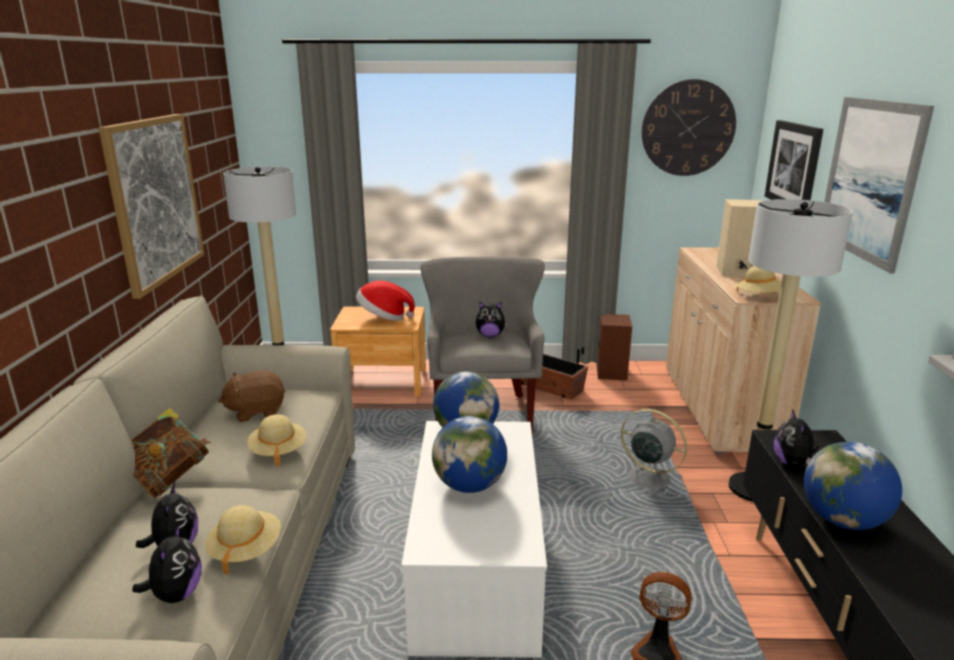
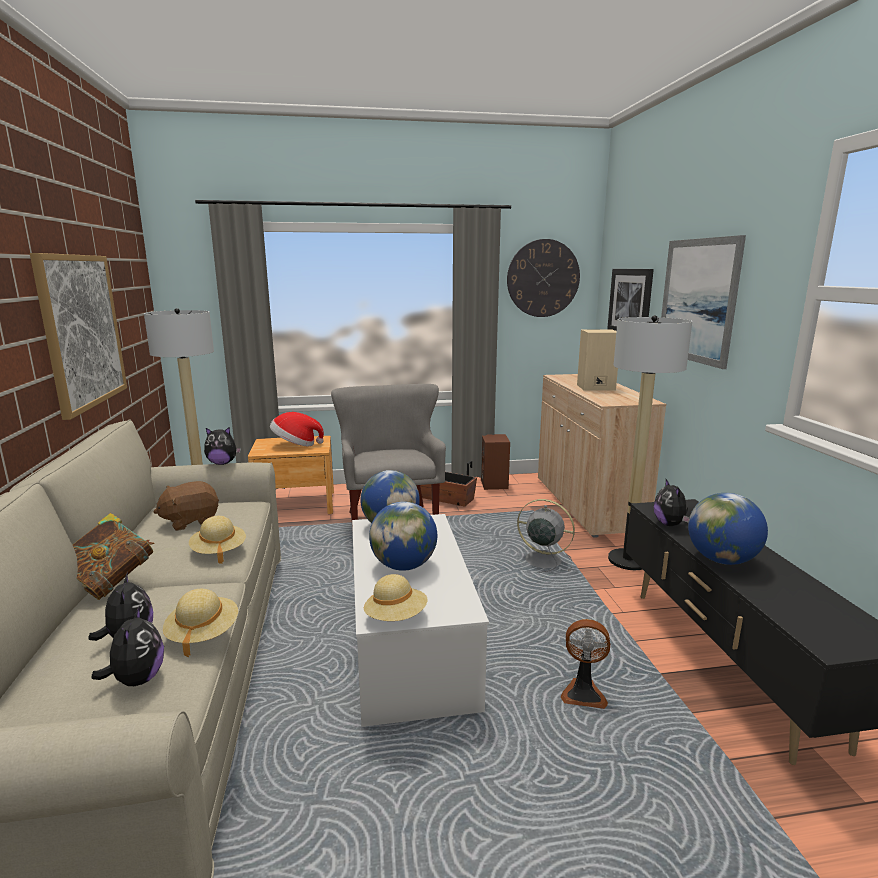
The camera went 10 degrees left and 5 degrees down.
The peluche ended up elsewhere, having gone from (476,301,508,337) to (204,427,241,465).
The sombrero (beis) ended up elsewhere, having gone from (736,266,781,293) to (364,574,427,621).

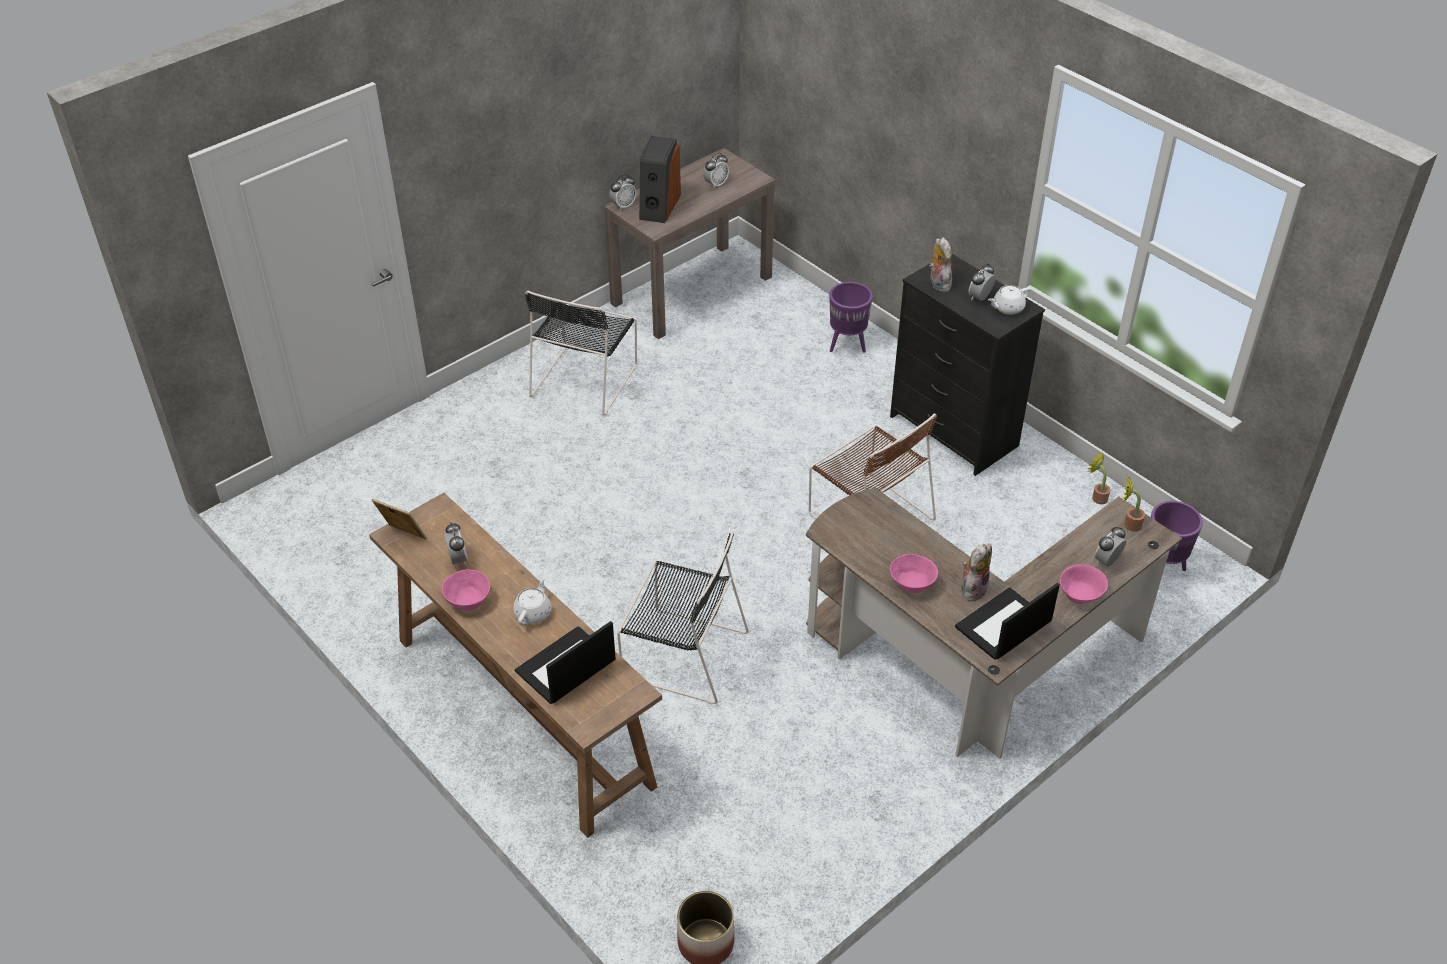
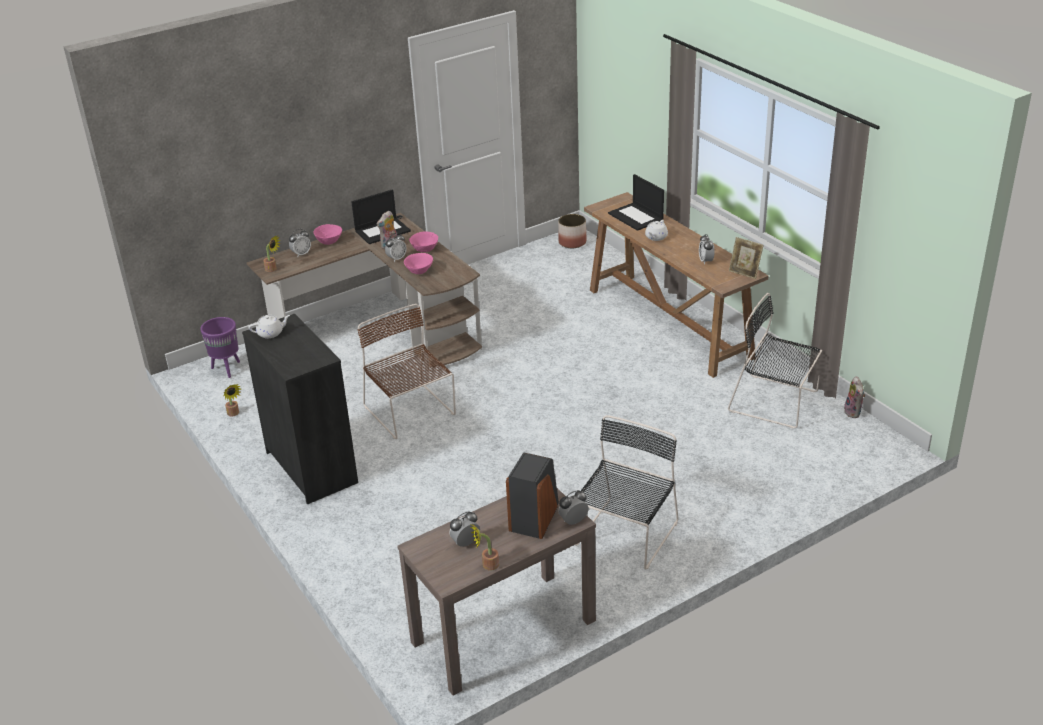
The camera went 170 degrees left and 10 degrees down.
The second view lost the maceta (morado) at (829,282,873,353).
The second view gained the planta en maceta at (471,524,499,571).
The cuenco (rosa) ended up elsewhere, having gone from (442,569,490,610) to (404,253,433,274).
The silla (negro) ended up elsewhere, having gone from (617,531,749,704) to (728,293,823,429).
The peluche ended up elsewhere, having gone from (929,237,952,292) to (844,376,865,418).
The despertador ended up elsewhere, having gone from (968,264,995,301) to (385,233,407,262).
The portátil at (515,621,616,704) ended up facing another way, 90 degrees clockwise from before.

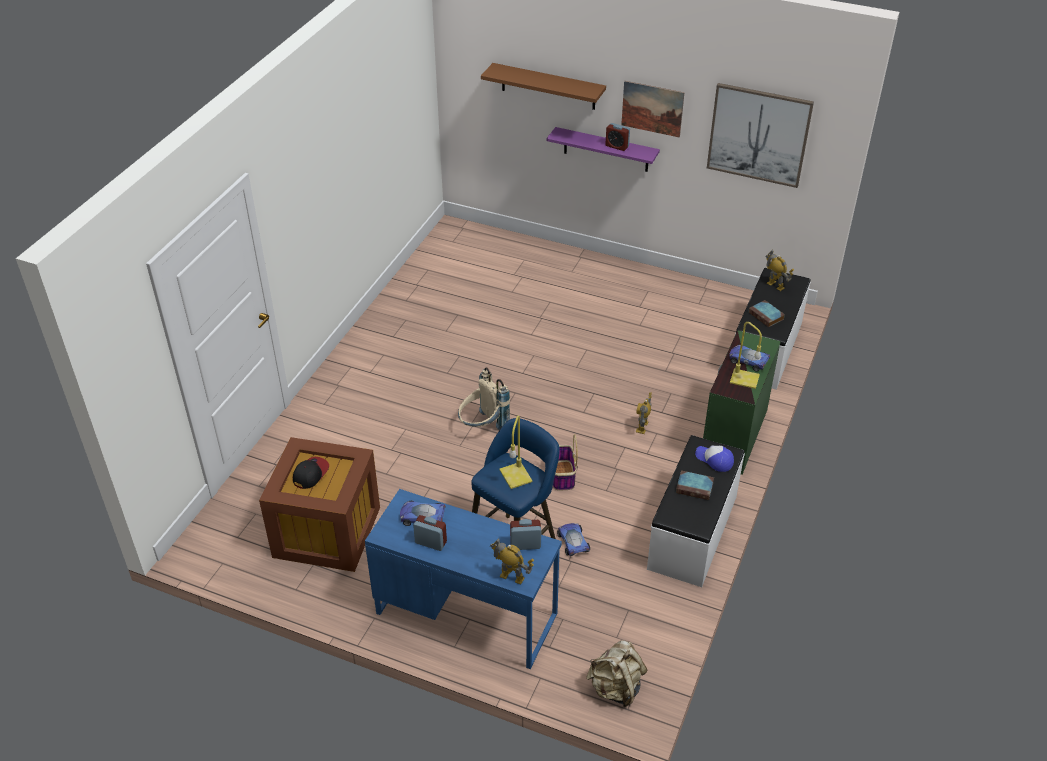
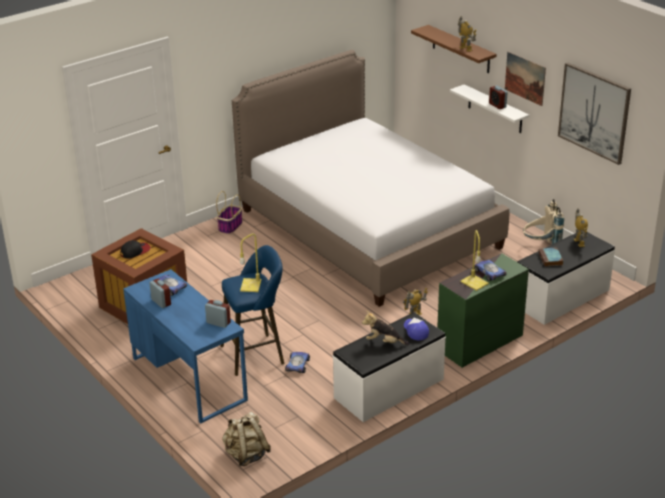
The camera went 30 degrees right and 10 degrees down.
The second view gained the cama at (232,50,509,307).
The mochila (beis) ended up elsewhere, having gone from (458,367,510,430) to (523,199,564,245).
The robot de juguete ended up elsewhere, having gone from (490,539,534,585) to (458,16,477,52).
The cesta ended up elsewhere, having gone from (553,434,578,491) to (216,191,243,234).
Where the libro stood at (676,470,714,500), the peluche came to stand at (362,311,410,345).
What was the estante (morado) at (546,127,660,172) turned into the estante (blanco) at (450,84,529,133).

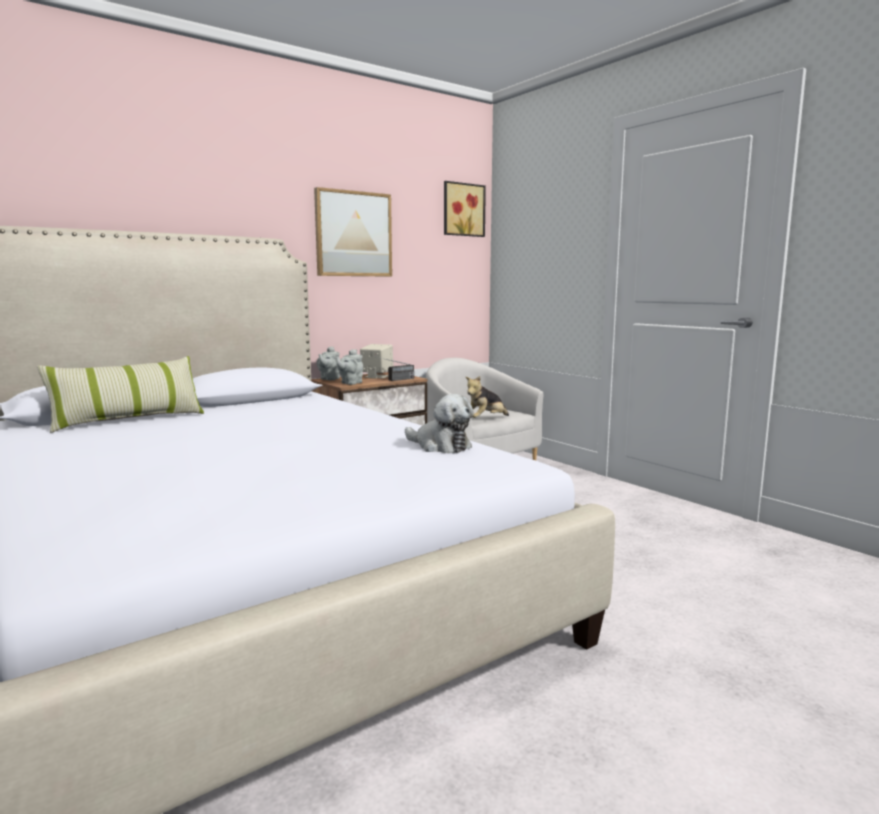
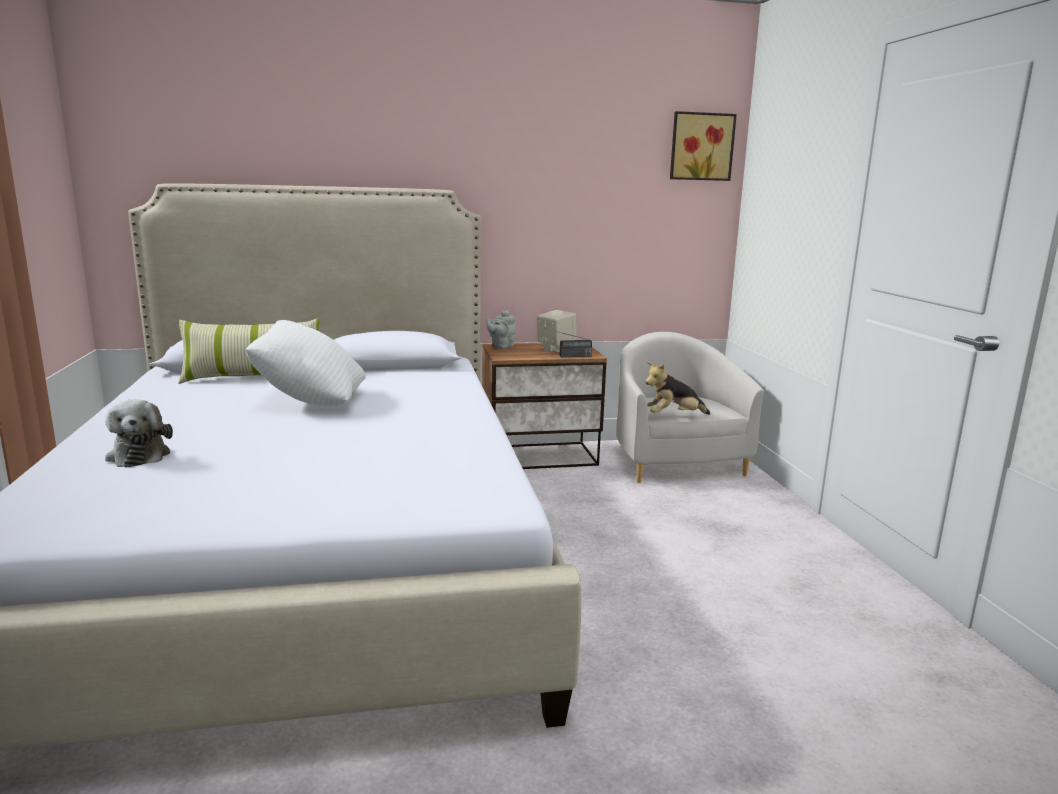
The camera went 25 degrees right and 5 degrees up.
The second view lost the cuadro at (314,187,392,277).
The second view lost the tetera (gris) at (336,349,363,385).
The second view gained the cojín (blanco) at (246,320,366,406).
The peluche ended up elsewhere, having gone from (405,394,474,453) to (105,400,173,467).

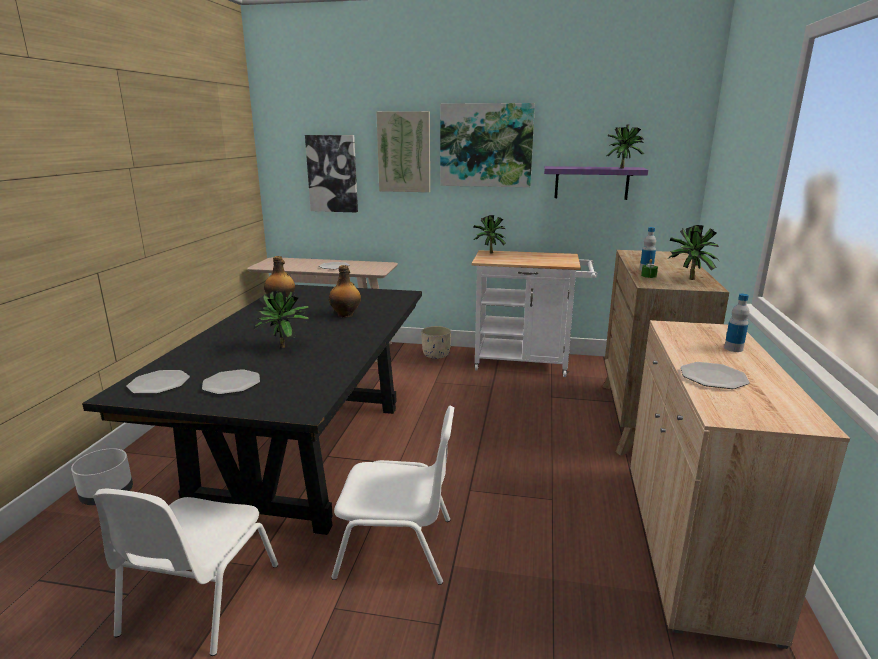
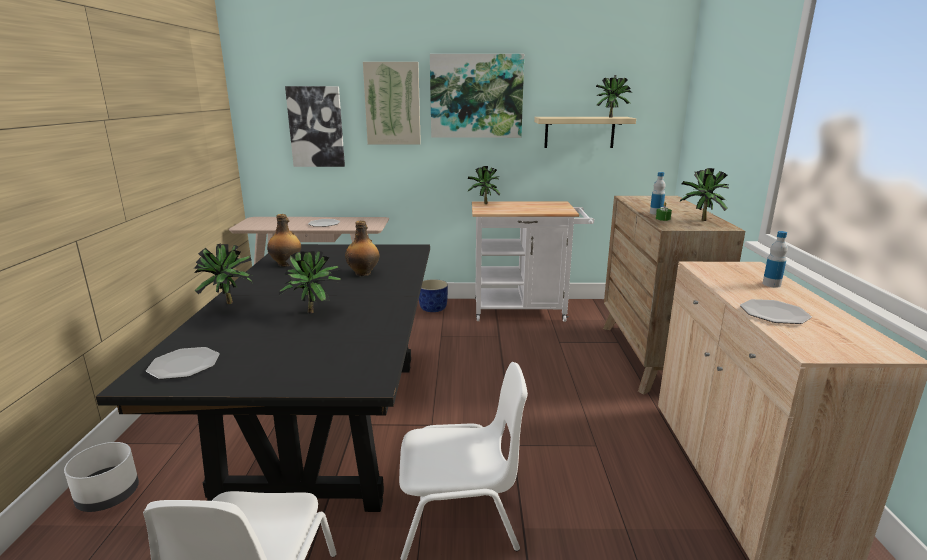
The camera went 10 degrees left and 0 degrees up.
The second view lost the plato at (202,369,260,395).
The second view gained the planta en maceta at (194,243,253,304).
What was the maceta (beis) at (421,326,451,359) turned into the maceta (azul) at (419,279,448,312).
What was the estante (morado) at (544,166,648,200) turned into the estante (beis) at (534,117,636,148).

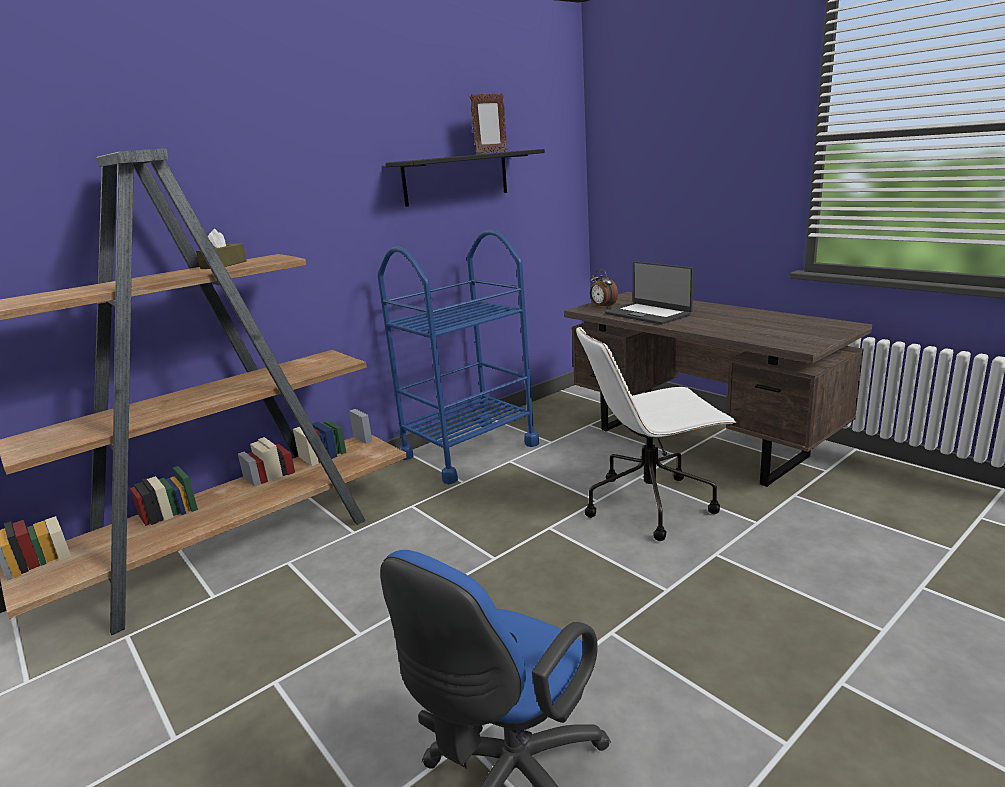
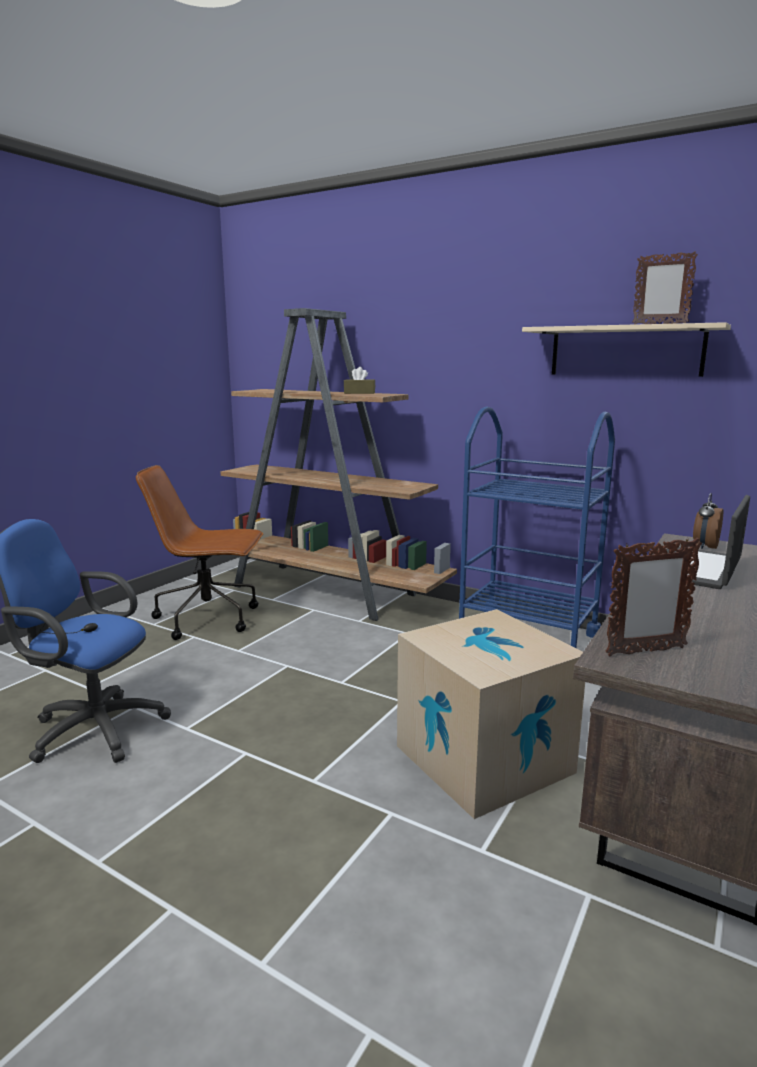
The camera went 70 degrees right and 5 degrees down.
The second view gained the silla de oficina (marrón) at (136,465,263,640).
The second view gained the portarretratos at (606,537,702,656).
Where the silla de oficina (blanco) stood at (576,326,736,541), the caja de cartón came to stand at (397,609,585,819).
What was the estante (negro) at (386,149,545,207) turned into the estante (beis) at (522,322,731,377).

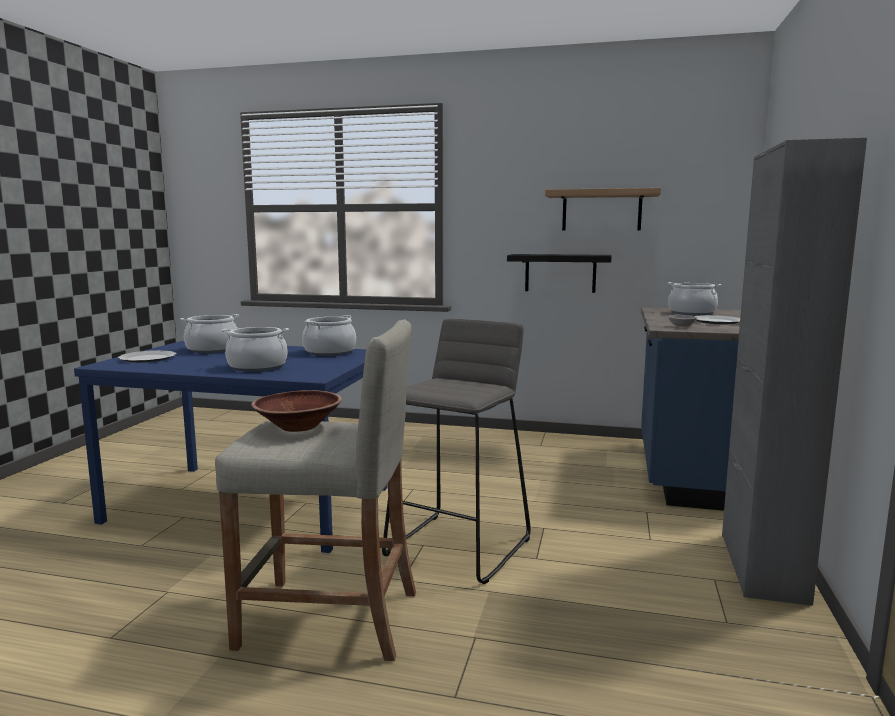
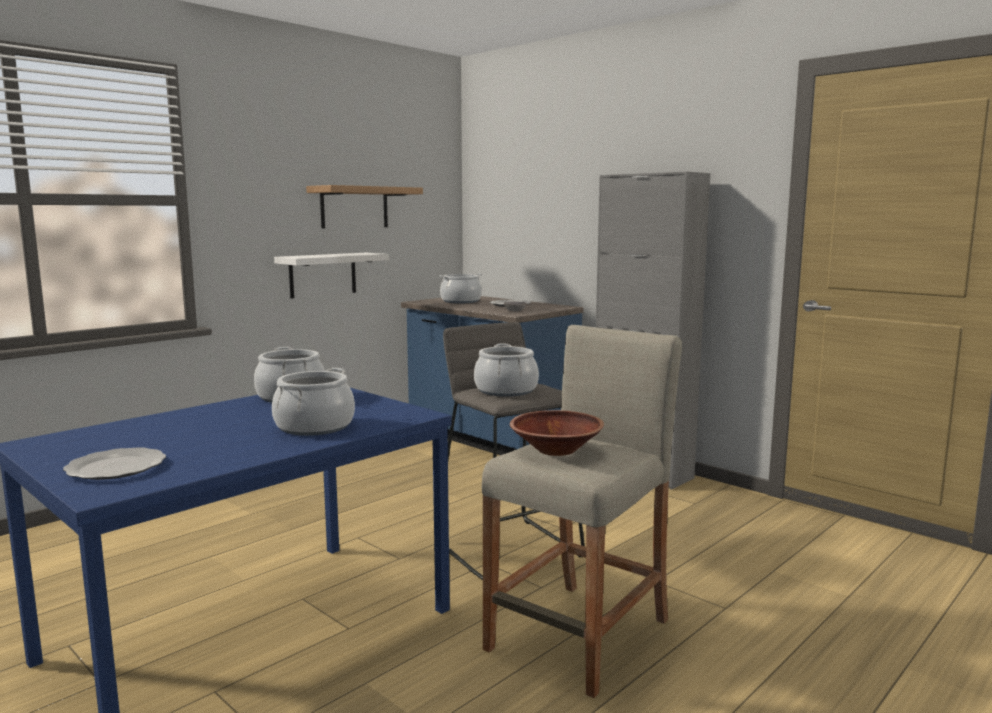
The camera went 60 degrees left and 0 degrees up.
The olla ended up elsewhere, having gone from (180,314,240,353) to (474,344,539,397).
What was the estante (negro) at (507,254,612,293) turned into the estante (blanco) at (274,253,389,299).

